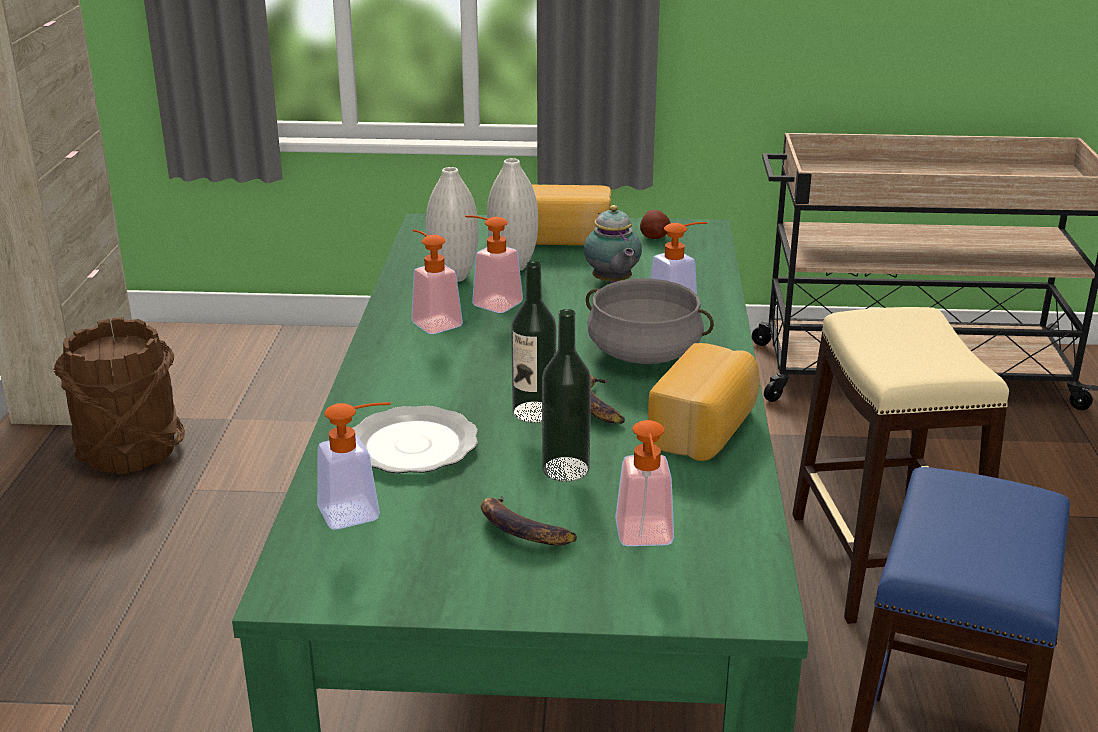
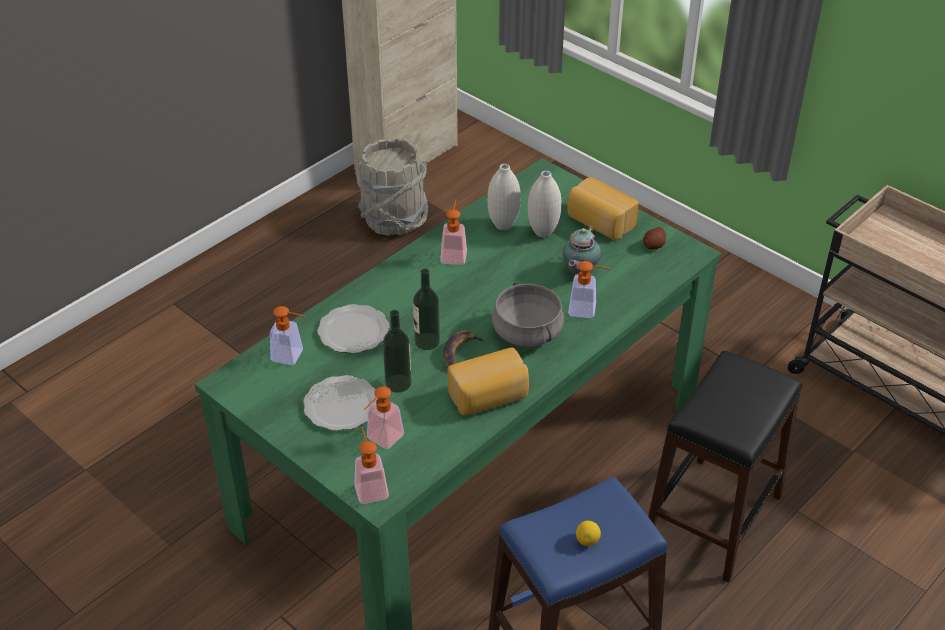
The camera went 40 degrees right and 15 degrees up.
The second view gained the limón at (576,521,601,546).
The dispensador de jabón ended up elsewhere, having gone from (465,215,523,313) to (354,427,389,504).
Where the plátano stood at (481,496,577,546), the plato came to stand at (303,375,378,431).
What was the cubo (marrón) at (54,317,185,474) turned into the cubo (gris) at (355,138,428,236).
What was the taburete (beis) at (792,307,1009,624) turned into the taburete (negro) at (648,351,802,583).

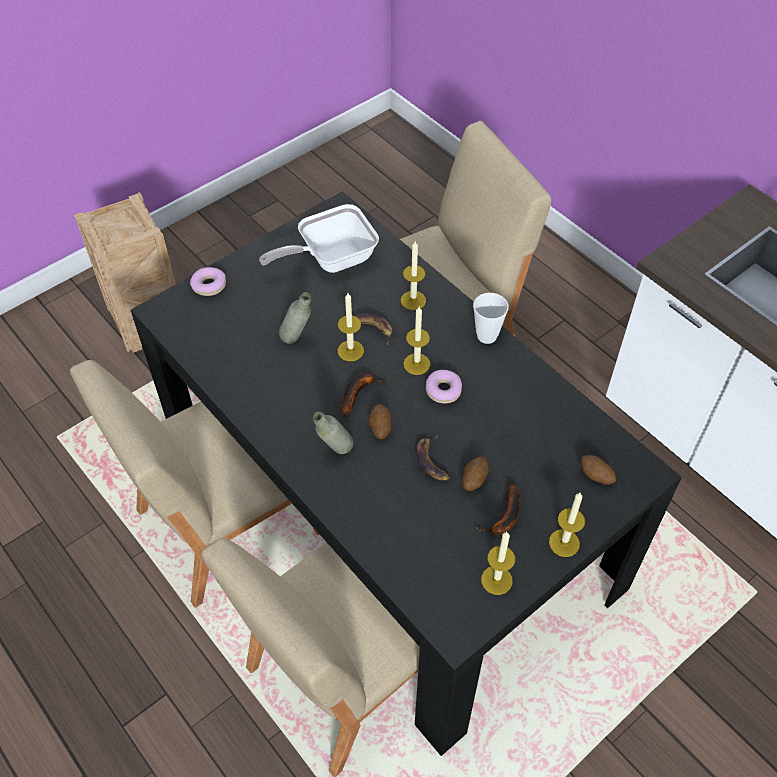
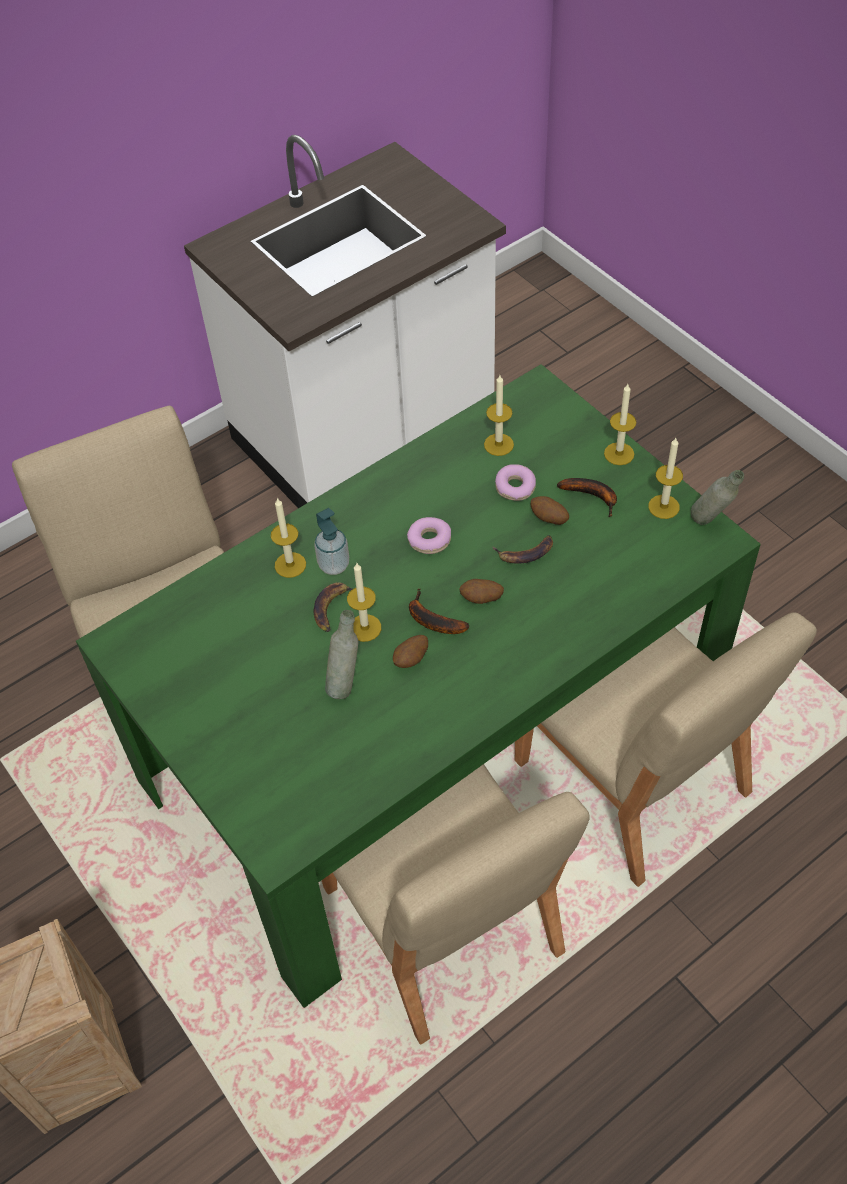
The camera went 85 degrees left and 0 degrees up.
The second view lost the sartén at (259,204,379,273).
The second view lost the taza at (473,293,509,344).
The second view gained the dispensador de jabón at (314,508,349,575).
The rosquilla ended up elsewhere, having gone from (190,267,226,296) to (495,464,536,501).
The botella (gris) ended up elsewhere, having gone from (313,412,353,454) to (691,470,744,525).
The vela ended up elsewhere, having gone from (403,307,430,375) to (484,375,514,456).
The patata ended up elsewhere, having gone from (581,455,616,485) to (393,635,428,668).
What was the mesa de comedor (negro) at (131,191,682,756) turned into the mesa de comedor (verde) at (76,364,761,1008).

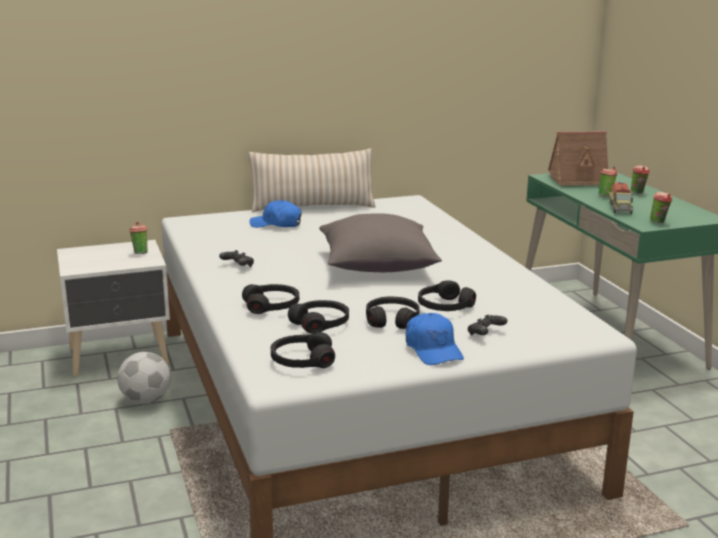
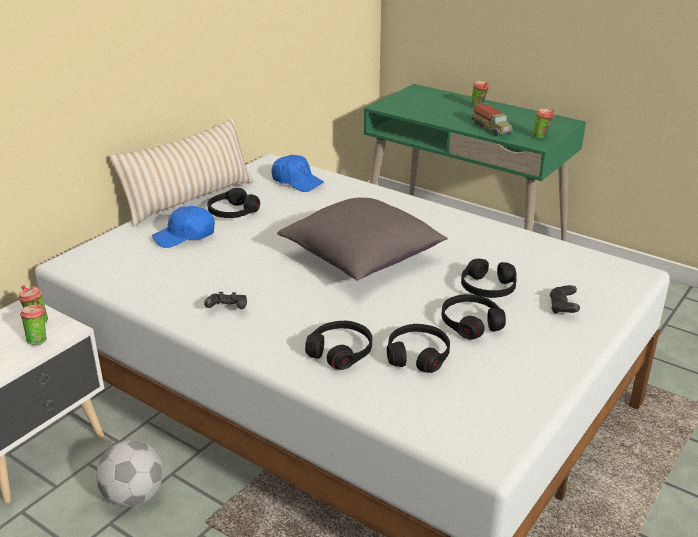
The camera went 35 degrees left and 10 degrees up.
The second view lost the casita at (548,131,608,186).
The auriculares (negro) ended up elsewhere, having gone from (271,332,335,368) to (207,188,260,218).
The gorra (azul) ended up elsewhere, having gone from (406,313,464,365) to (271,155,324,192).
The taza ended up elsewhere, having gone from (598,166,617,197) to (20,300,47,345).

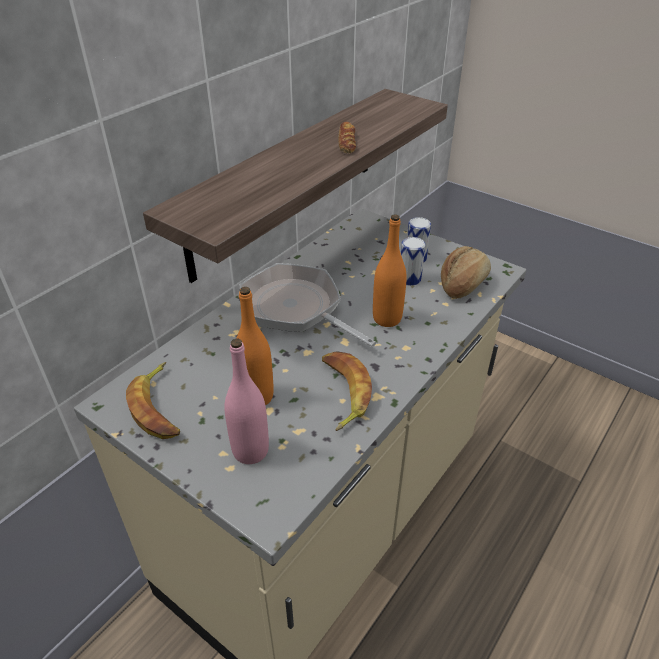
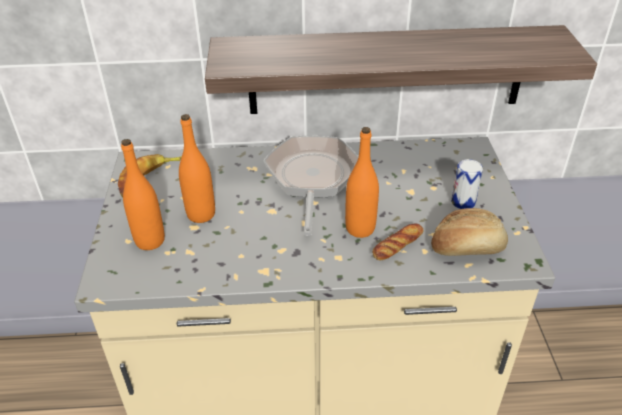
The camera went 50 degrees right and 0 degrees up.
The second view lost the plátano at (322,351,372,431).
The second view lost the lata at (401,237,426,286).
The pan ended up elsewhere, having gone from (338,122,356,153) to (372,223,424,261).
What was the botella (rosa) at (224,338,269,464) turned into the botella (naranja) at (121,139,165,250).

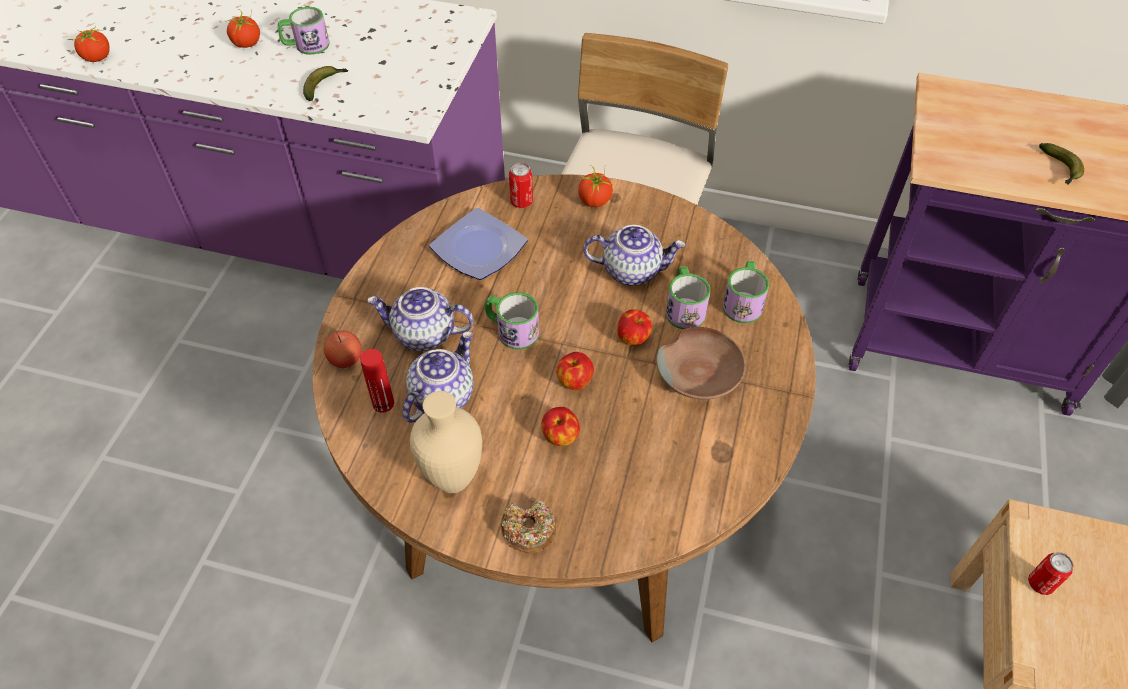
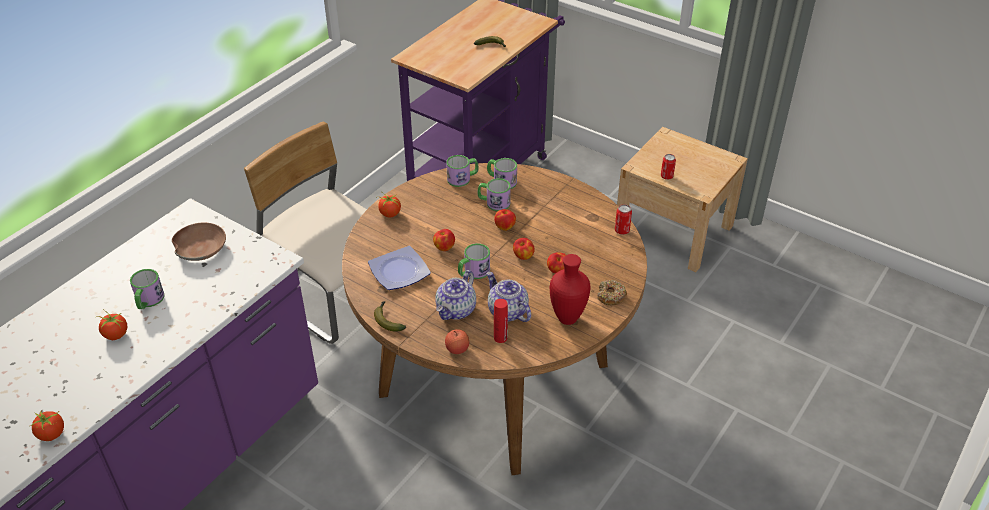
The camera went 70 degrees left and 10 degrees down.
The second view lost the tetera at (583,225,685,286).
The second view gained the manzana at (433,229,455,251).
The second view gained the taza grande at (446,155,479,187).
The plátano ended up elsewhere, having gone from (303,66,348,101) to (374,301,406,332).
The lata ended up elsewhere, having gone from (509,163,533,208) to (615,204,632,235).
The cuenco (marrón) ended up elsewhere, having gone from (656,327,746,400) to (172,223,226,261).
What was the florero (beis) at (410,391,482,493) turned into the florero (rojo) at (550,254,590,325).

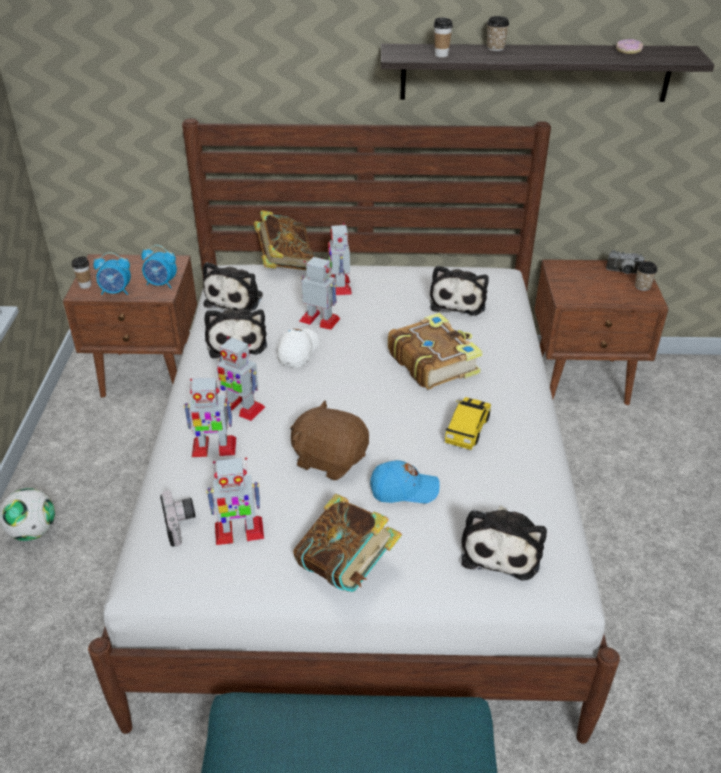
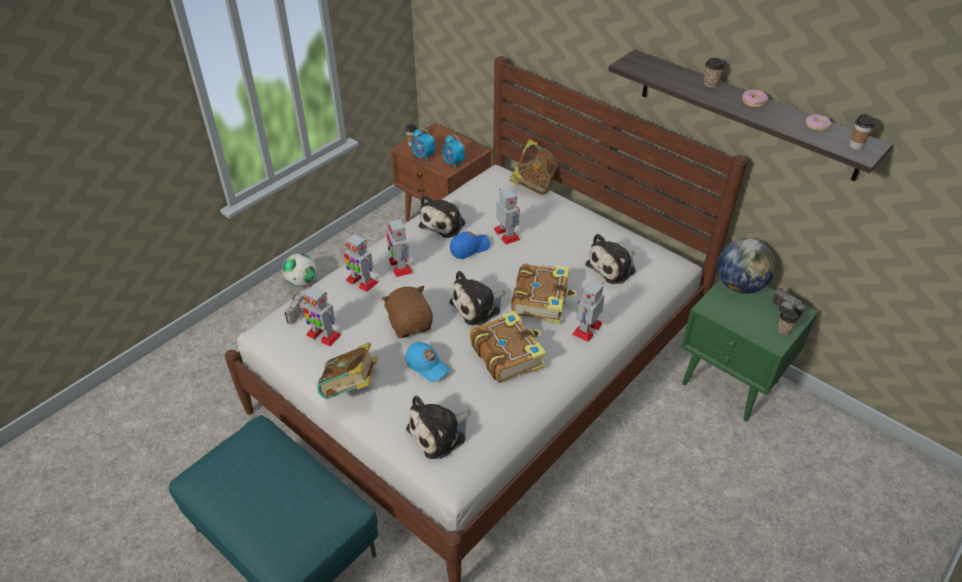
The camera went 40 degrees right and 5 degrees up.
The second view gained the globo terráqueo at (717,238,776,294).
The second view gained the rosquilla at (742,90,768,108).
The peluche ended up elsewhere, having gone from (203,262,263,311) to (449,271,505,325).
The robot de juguete ended up elsewhere, having gone from (328,223,352,295) to (572,280,604,342).
The taza ended up elsewhere, having gone from (434,17,453,57) to (850,114,875,150).
Where the coche de juguete stood at (445,397,491,450), the libro came to stand at (470,311,546,383).
What was the gorra (blanco) at (277,329,319,368) turned into the gorra (azul) at (450,231,490,259).
What was the mesita de noche (marrón) at (535,259,669,405) turned into the mesita de noche (verde) at (681,279,819,422).

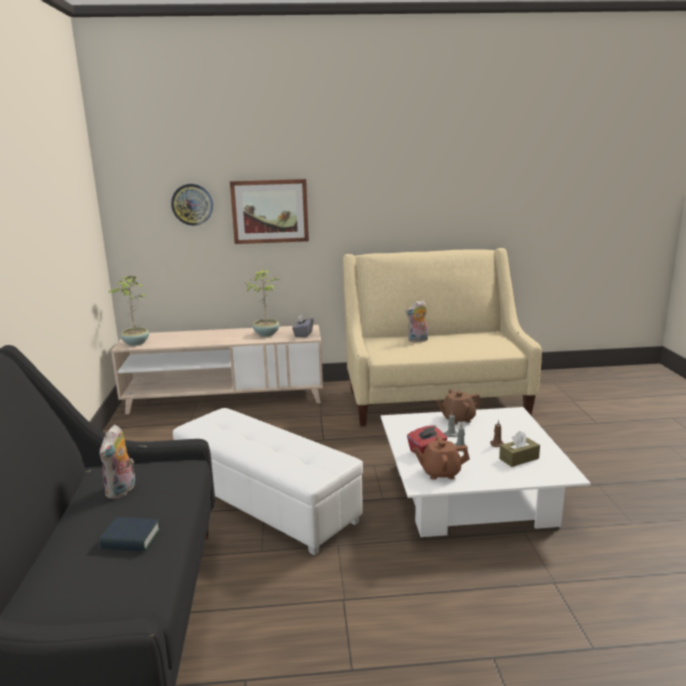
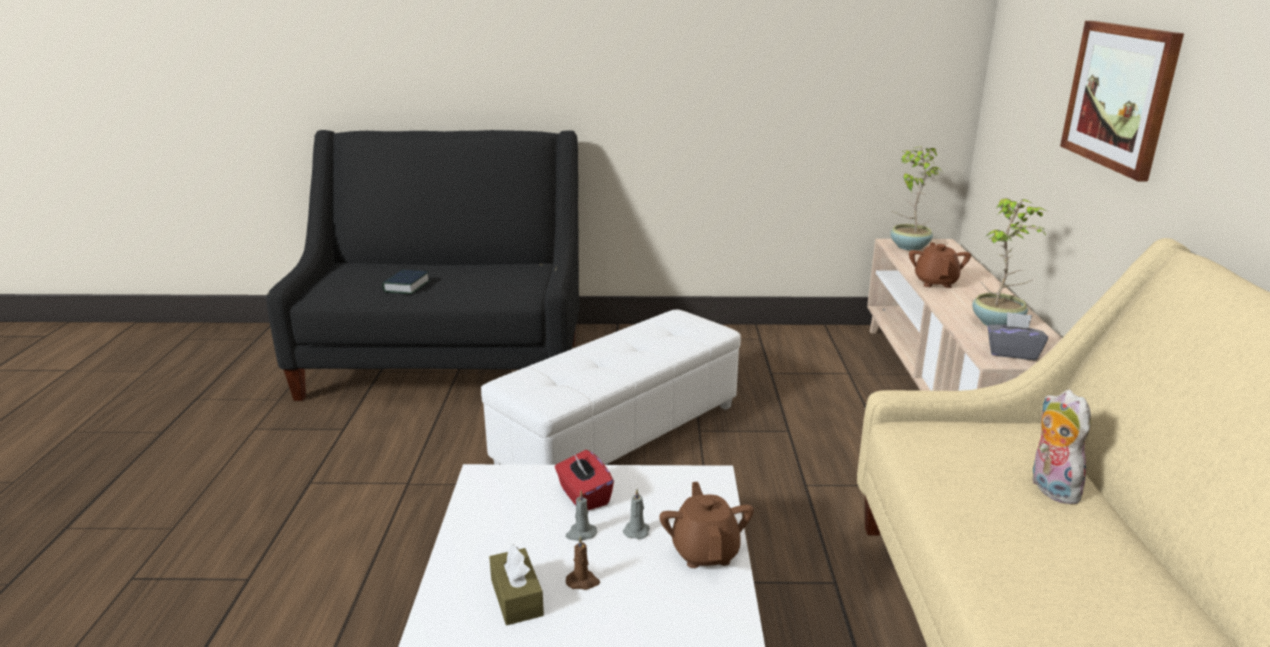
The camera went 95 degrees right and 5 degrees up.
The second view lost the peluche at (99,425,135,499).
The second view lost the reloj de pared at (171,184,213,226).
The tetera (marrón) ended up elsewhere, having gone from (413,436,470,480) to (909,243,971,288).

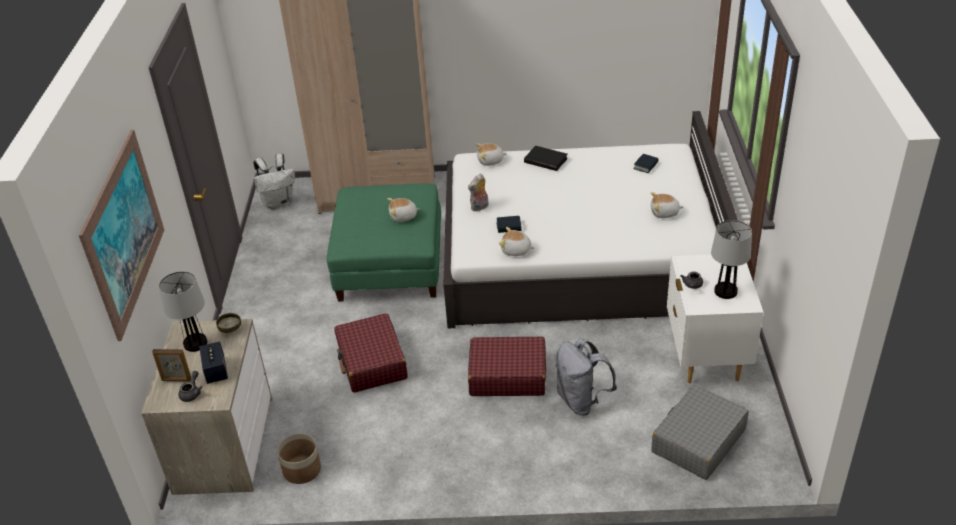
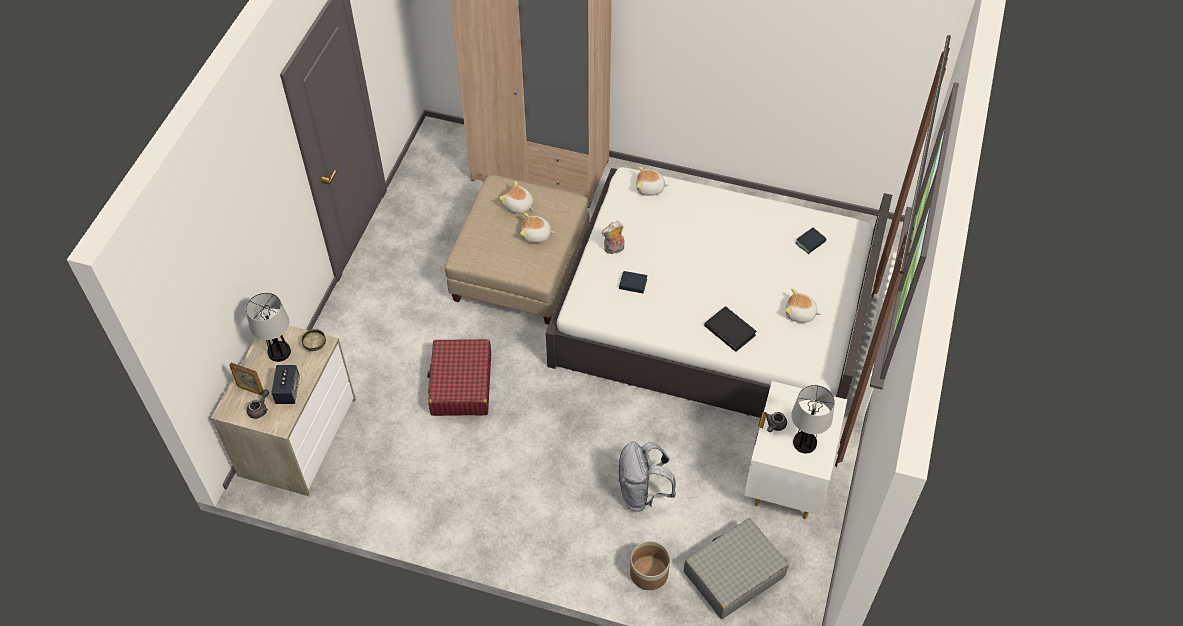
The camera went 15 degrees right and 15 degrees up.
The second view lost the cuadro at (79,130,164,341).
The second view lost the mochila (blanco) at (253,153,295,209).
The second view lost the maleta (rojo) at (468,336,546,396).
The maceta ended up elsewhere, having gone from (277,433,321,484) to (630,541,670,590).
The peluche ended up elsewhere, having gone from (499,227,534,256) to (499,181,534,214).
The libro (negro) ended up elsewhere, having gone from (524,146,568,171) to (704,306,757,352).
What was the puf (verde) at (327,183,441,301) turned into the puf (beis) at (445,175,589,325).

